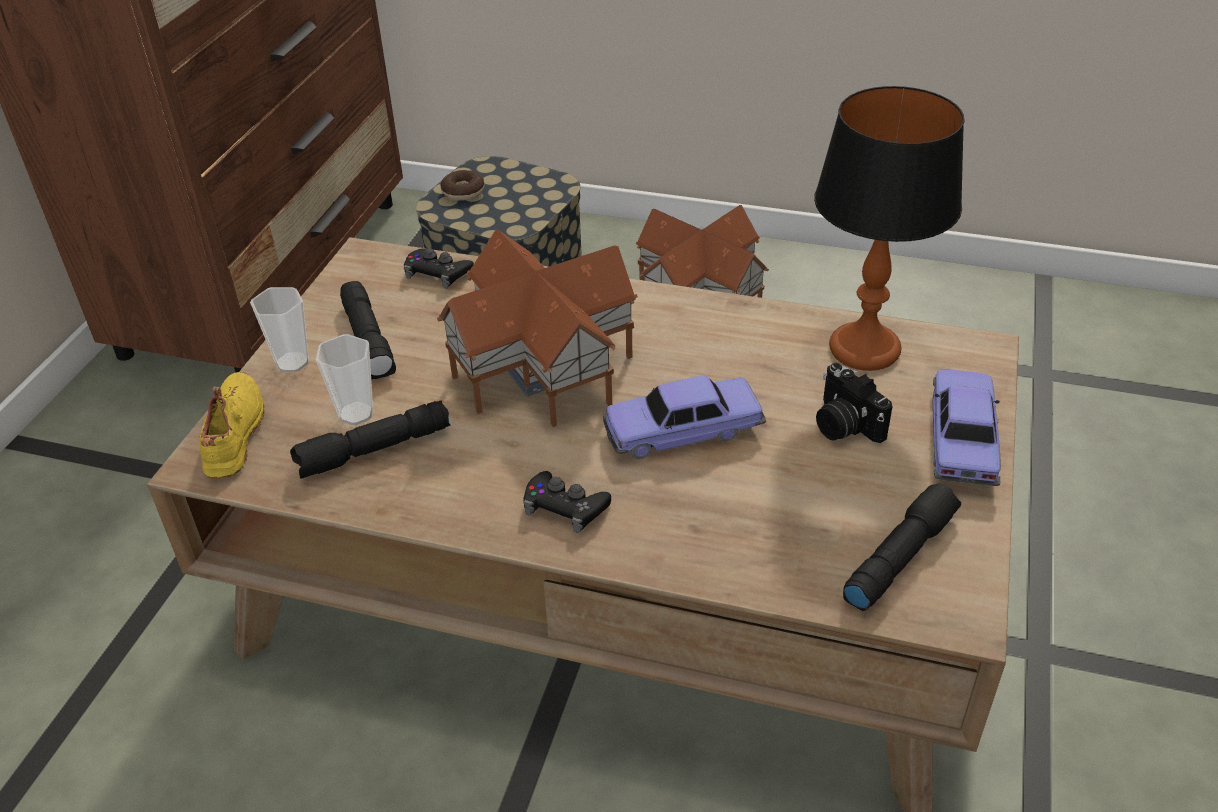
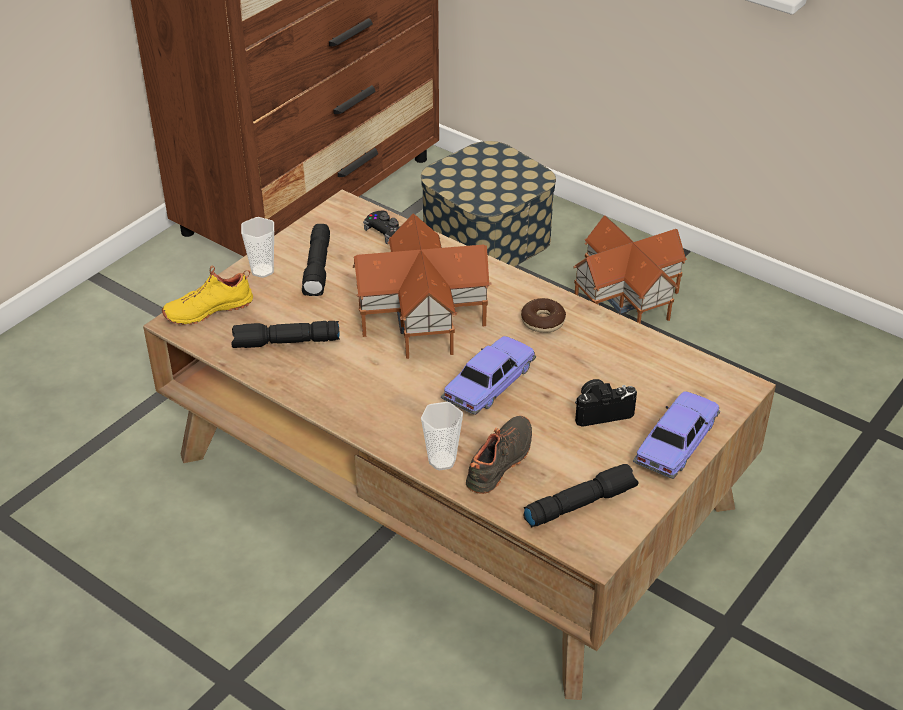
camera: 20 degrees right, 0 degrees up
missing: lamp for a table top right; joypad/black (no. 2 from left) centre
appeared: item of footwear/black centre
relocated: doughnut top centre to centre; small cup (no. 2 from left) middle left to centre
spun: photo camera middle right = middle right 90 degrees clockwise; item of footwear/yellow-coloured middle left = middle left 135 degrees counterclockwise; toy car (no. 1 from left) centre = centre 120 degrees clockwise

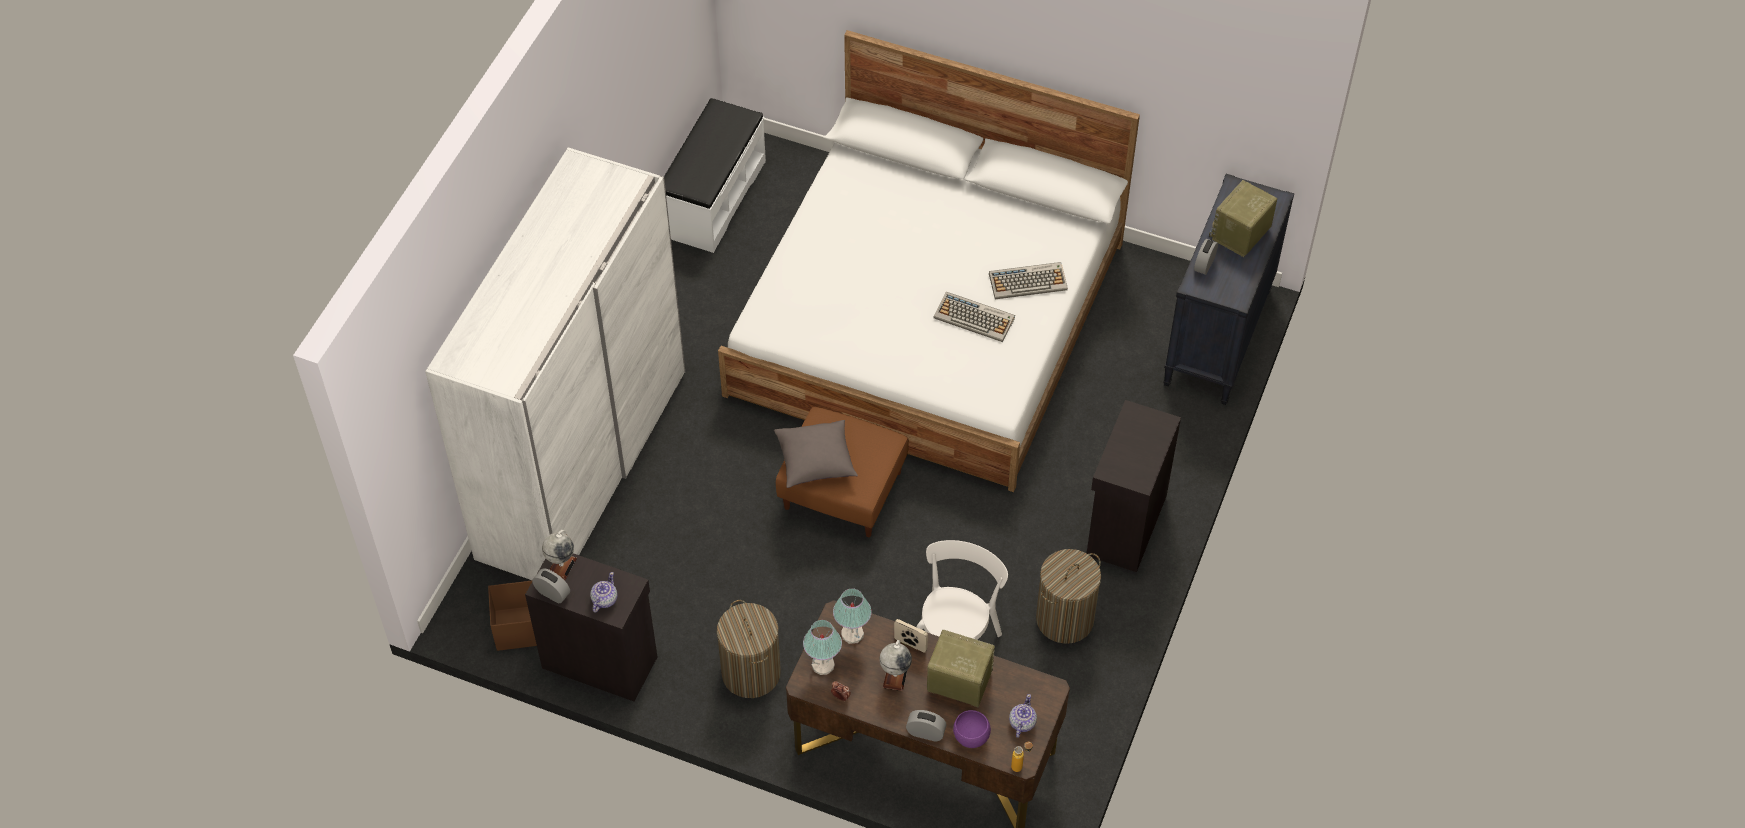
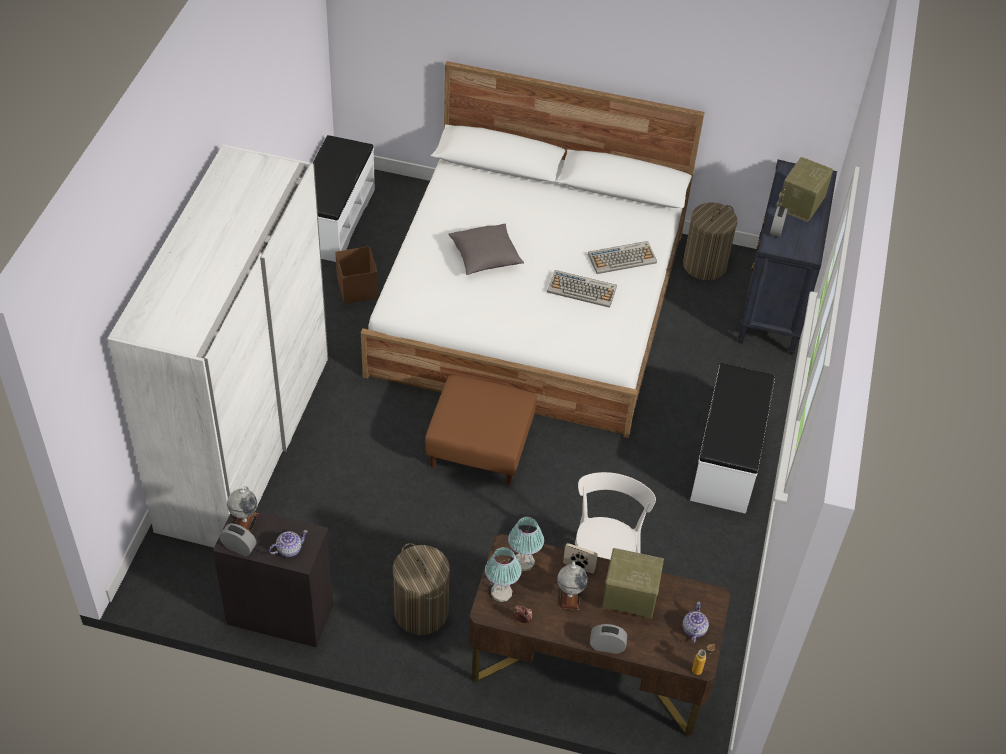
camera: 10 degrees left, 5 degrees down
missing: bowl/purplish bottom centre
relocated: throw pillow/grey centre to top centre; laundry basket (no. 2 from left) bottom centre to top right; storage bin/brown bottom left to centre
exchanged: cabinet/black (no. 2 from left) centre to indoor bench/white (no. 2 from left) middle right
spun: pot for tea (no. 1 from left) bottom centre = bottom left 45 degrees clockwise

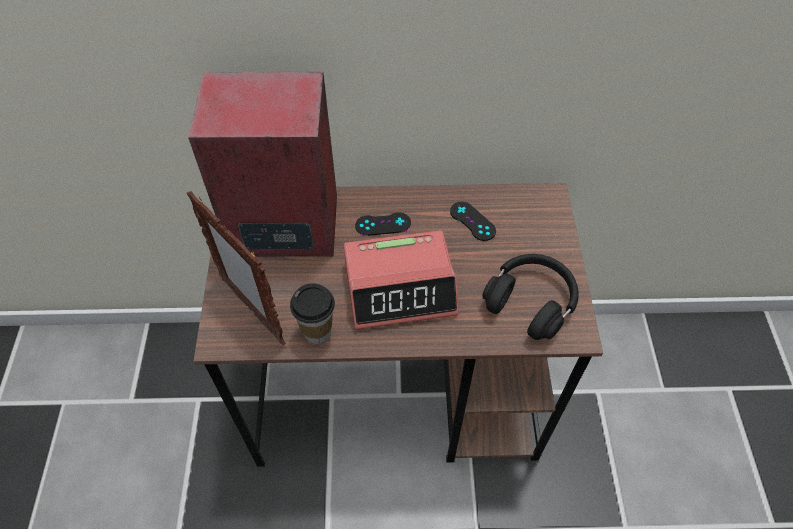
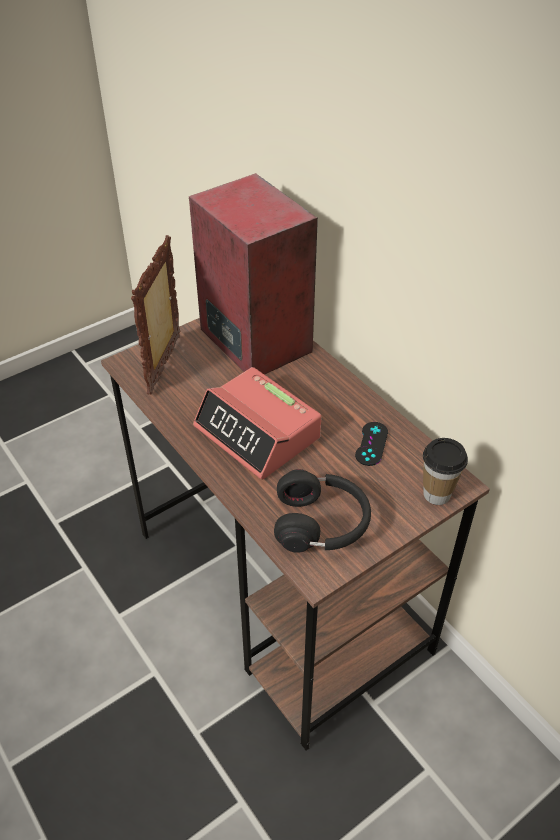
camera: 55 degrees right, 10 degrees down
missing: joypad/black (no. 1 from left) centre
relocated: small cup centre to middle right

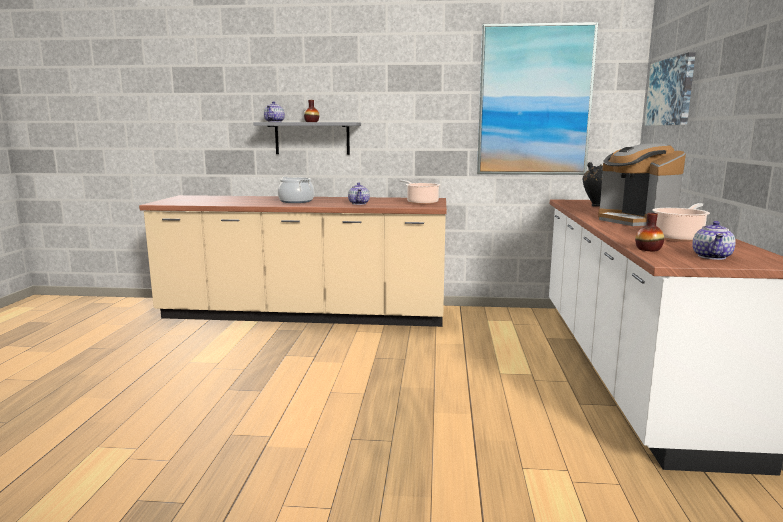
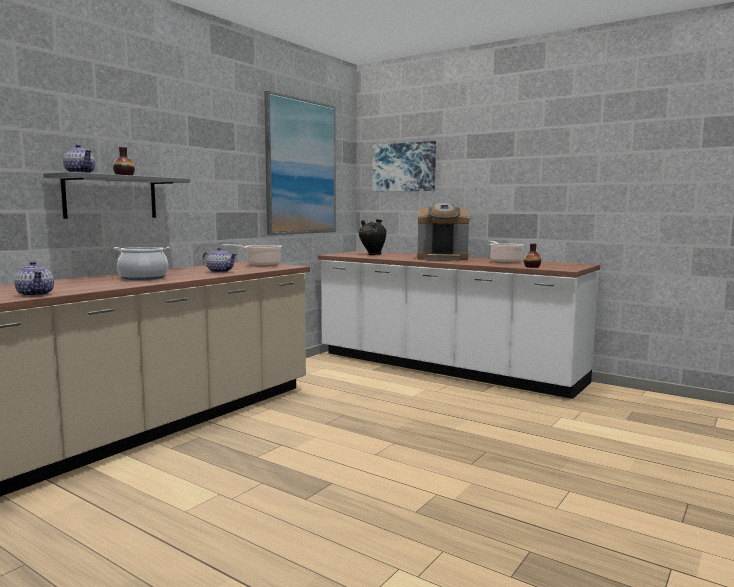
camera: 60 degrees left, 5 degrees down
relocated: pot for tea (no. 3 from left in the first image) middle right to pot for tea (no. 1 from left) middle left

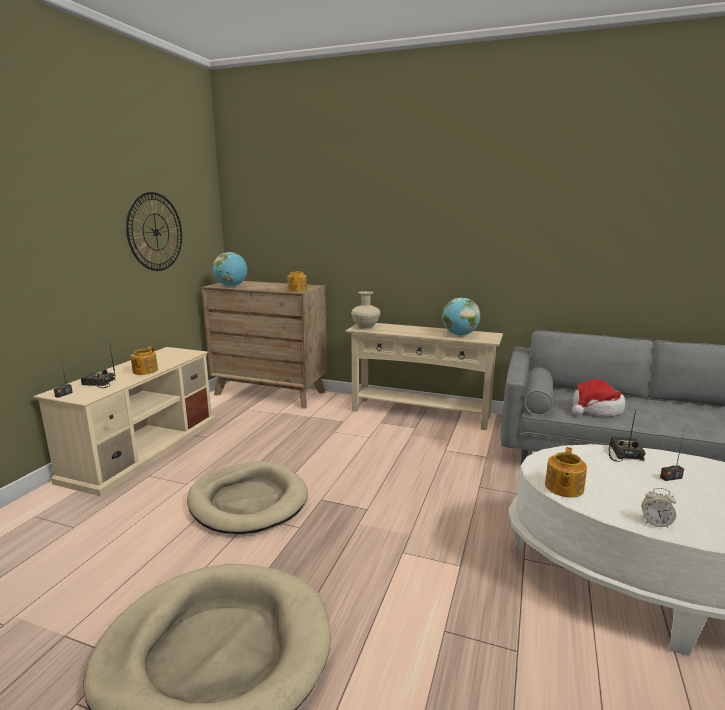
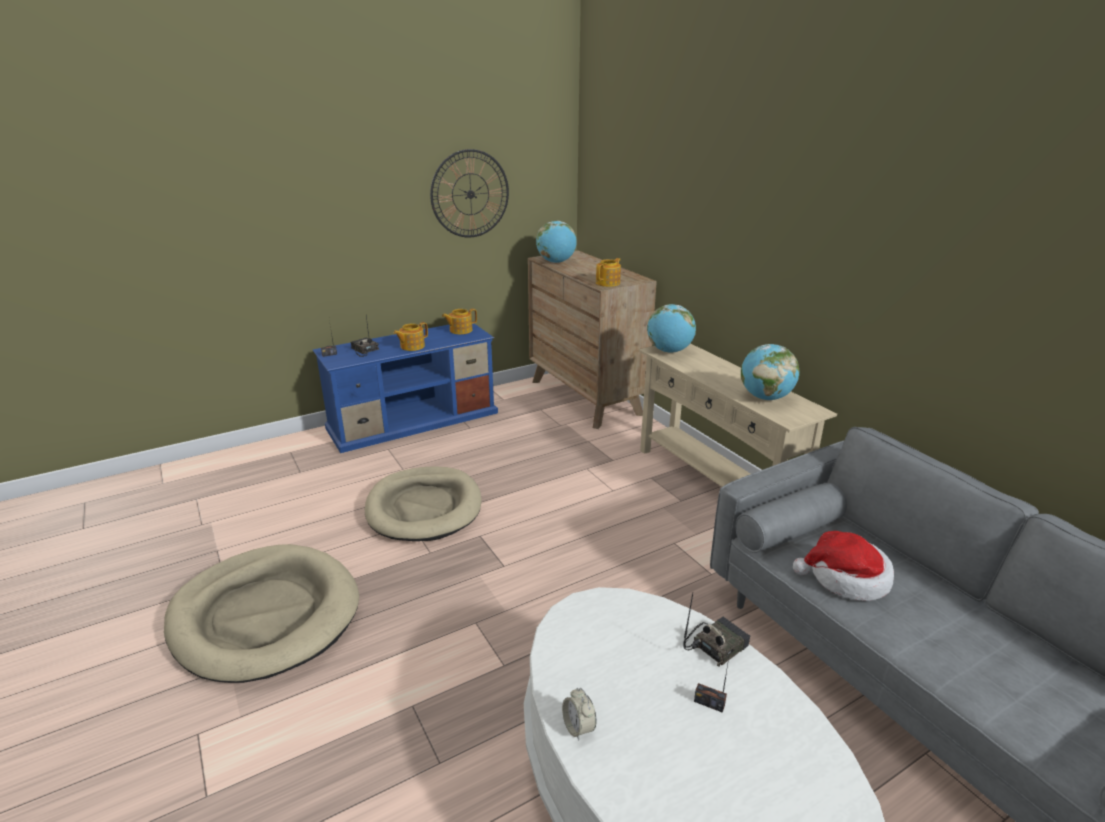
camera: 40 degrees right, 10 degrees up
relocated: pot for tea (no. 3 from left in the first image) middle right to pot for tea (no. 2 from left) centre
exchanged: vase/beige-coloured centre to desk globe (no. 2 from left) centre
colour: tv stand/beige-coloured middle left to tv stand/bluish centre

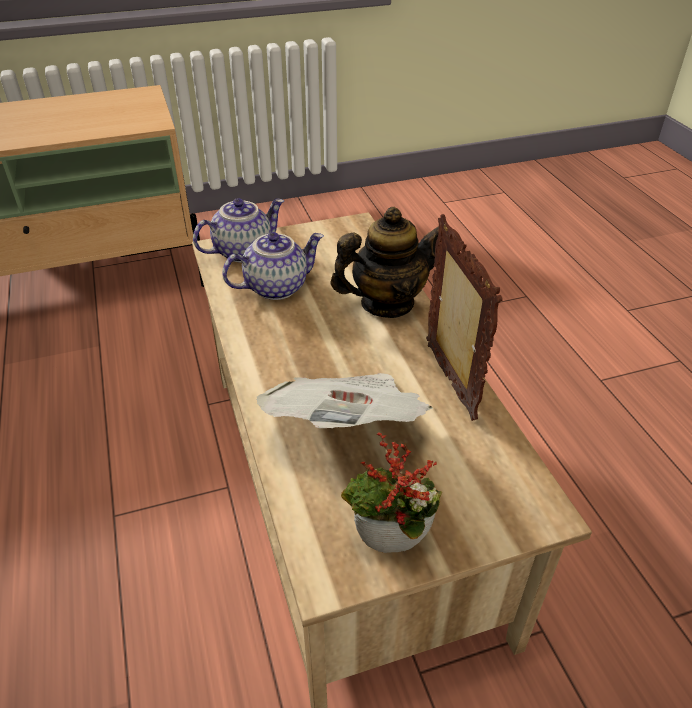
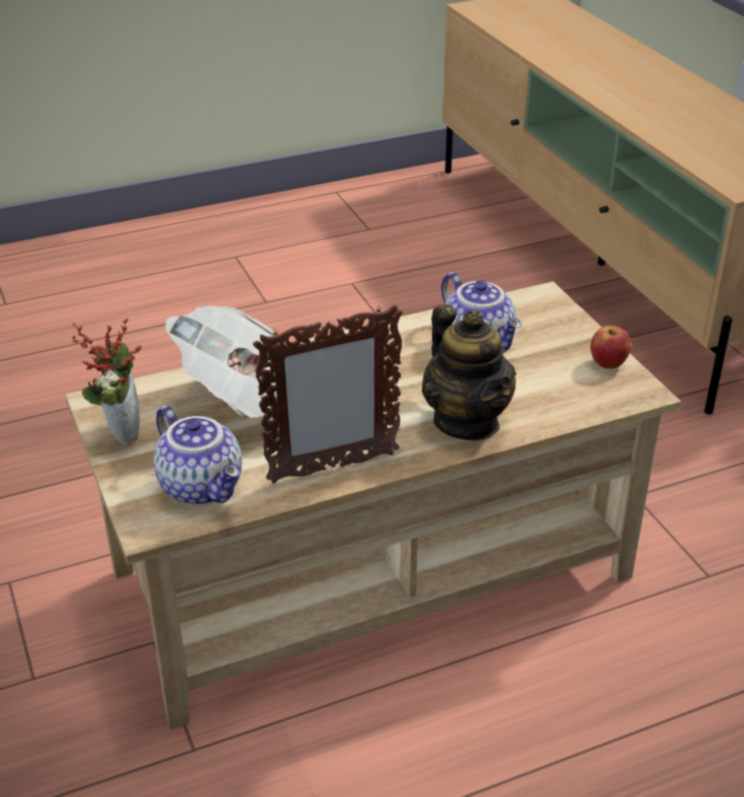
camera: 85 degrees right, 5 degrees down
appeared: apple fruit middle right
relocated: pot for tea (no. 1 from left) top centre to middle left

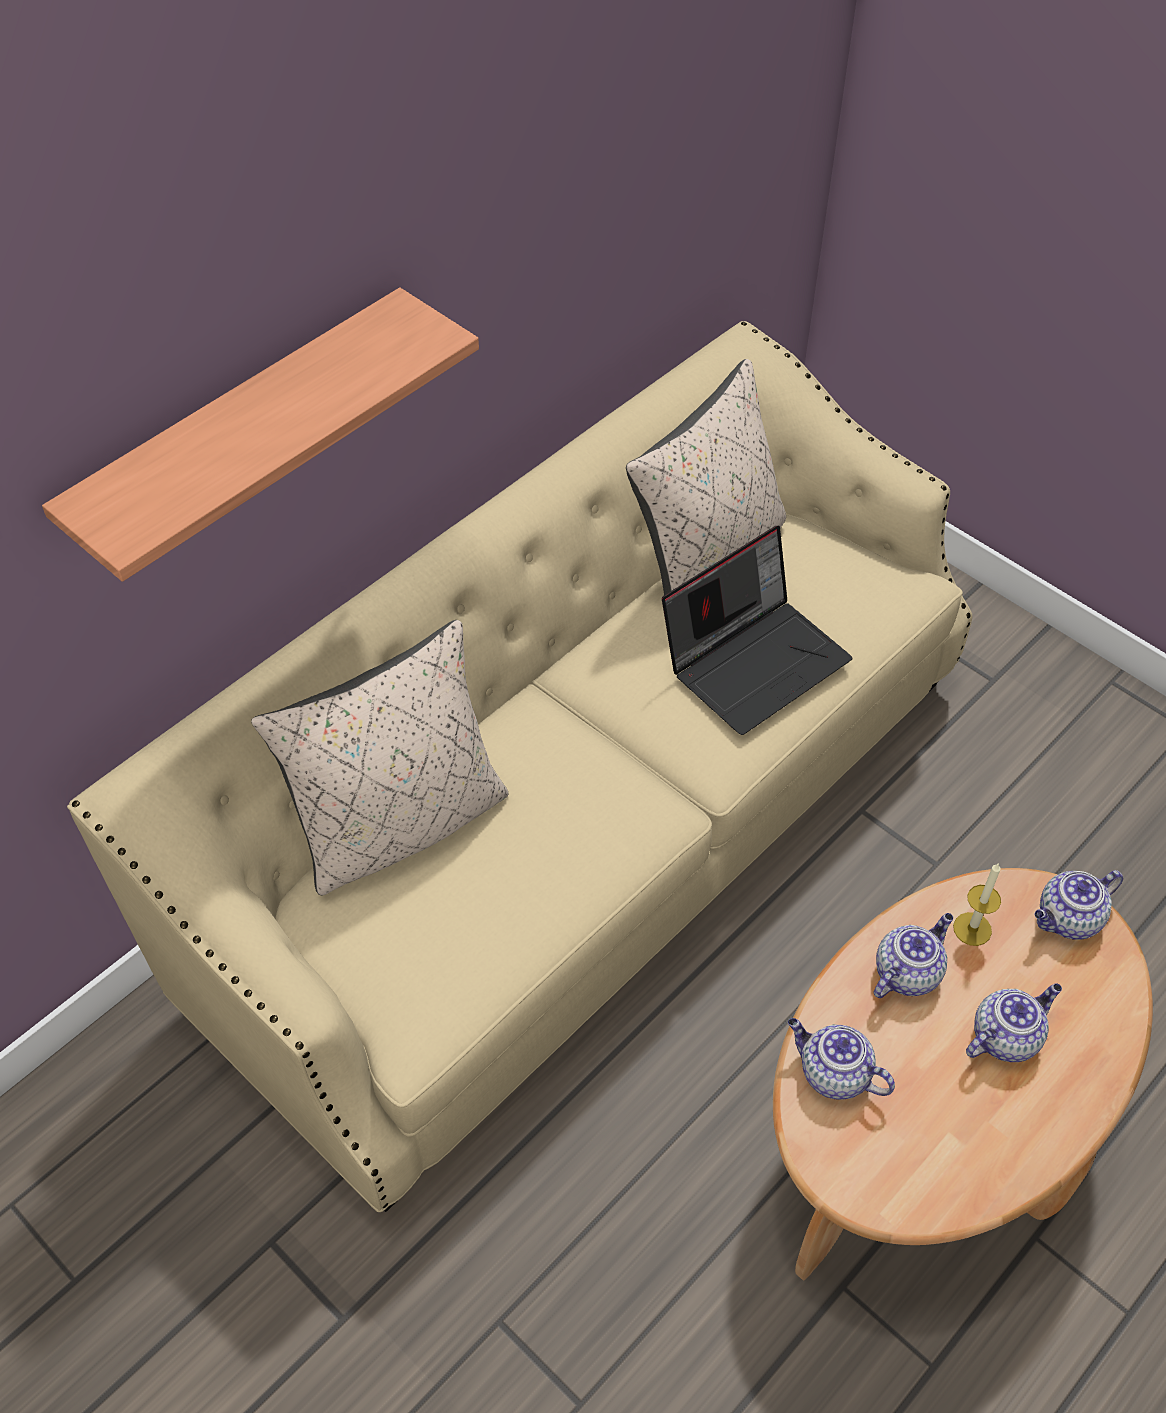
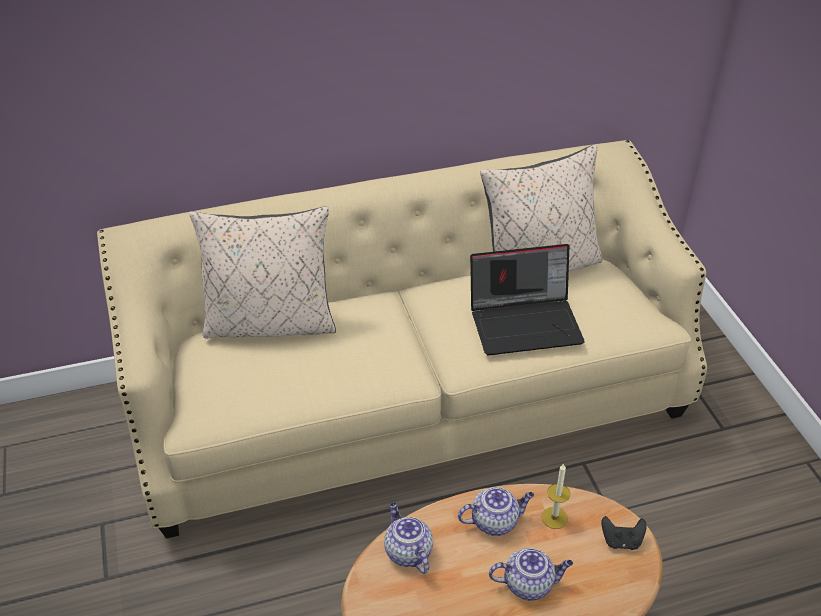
camera: 30 degrees right, 10 degrees down
missing: wall shelf top left
exchanged: pot for tea (no. 4 from left) middle right to joypad/black bottom right

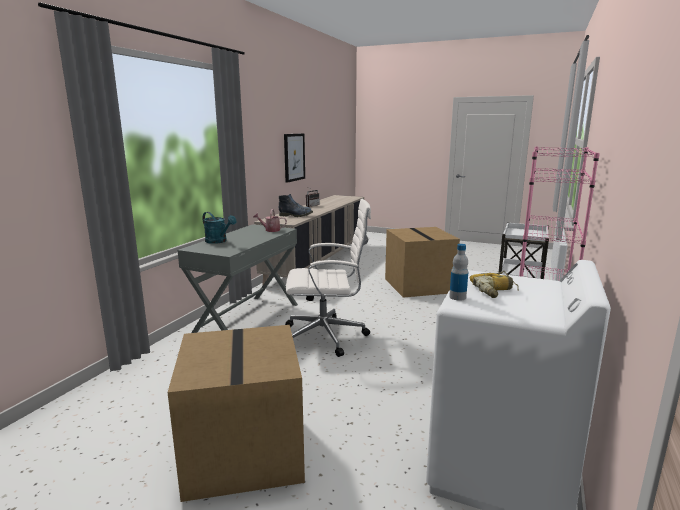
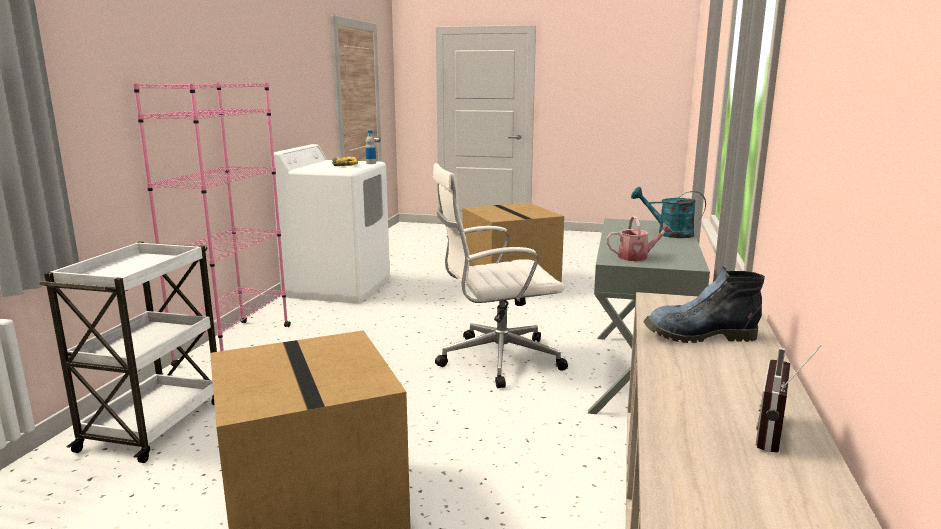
camera: 170 degrees right, 0 degrees up
missing: picture top centre

